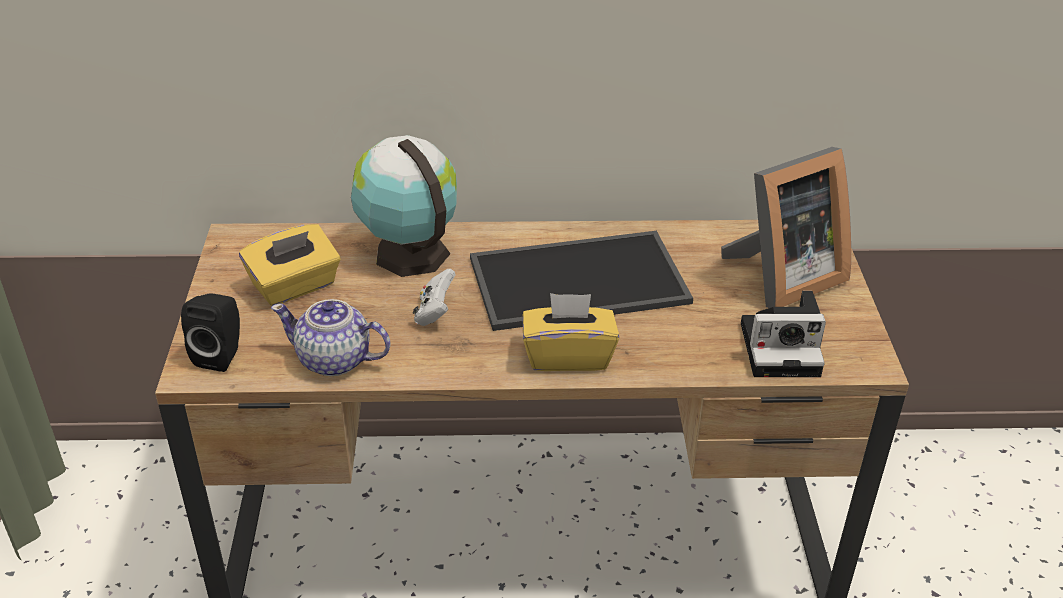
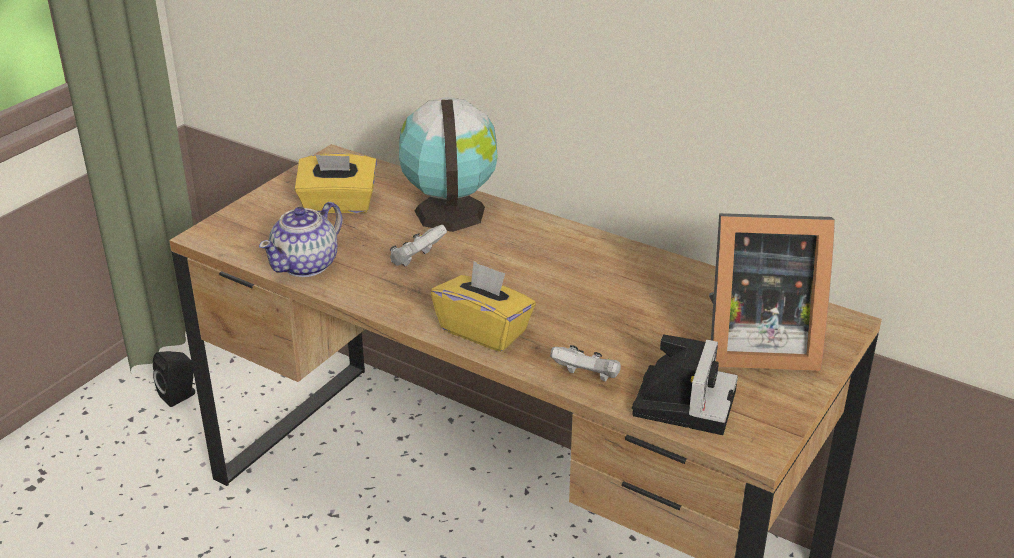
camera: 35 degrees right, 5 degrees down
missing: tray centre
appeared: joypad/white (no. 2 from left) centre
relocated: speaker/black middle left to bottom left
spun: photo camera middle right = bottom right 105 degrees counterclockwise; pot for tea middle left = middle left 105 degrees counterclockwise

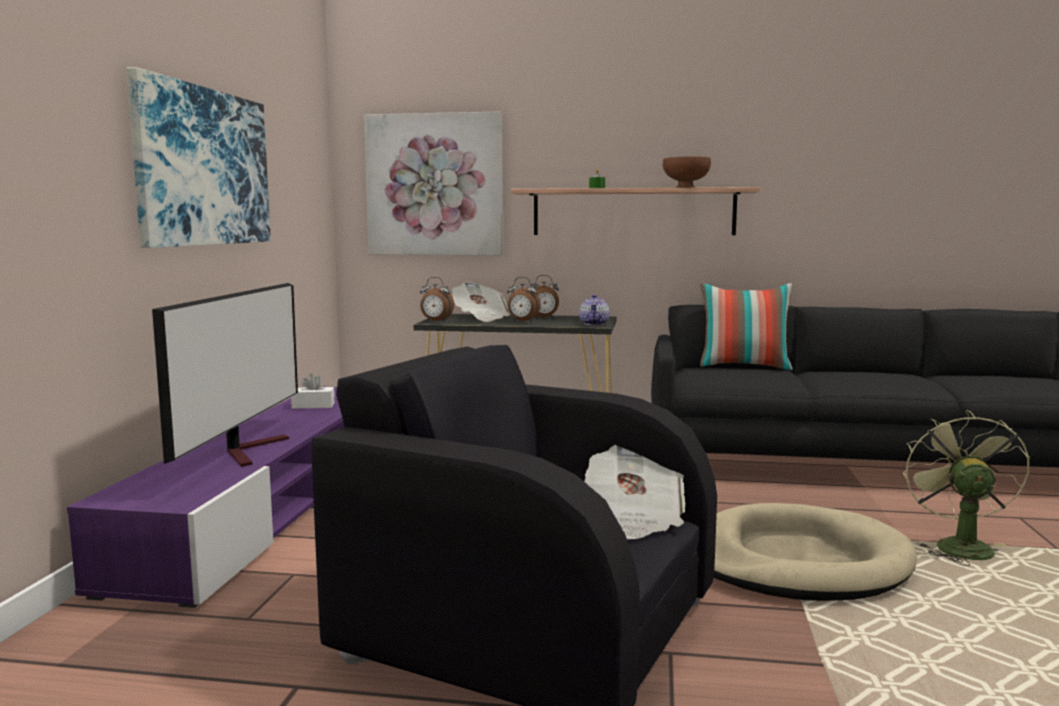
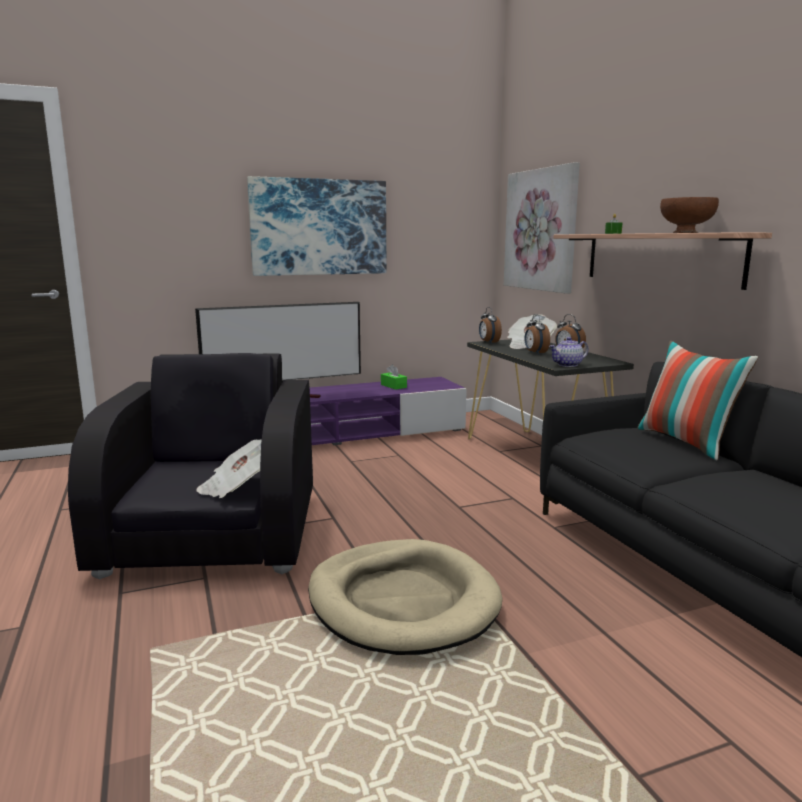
camera: 60 degrees right, 5 degrees up
missing: electric fan/green bottom right
colour: tissue holder/white middle left to tissue holder/green centre

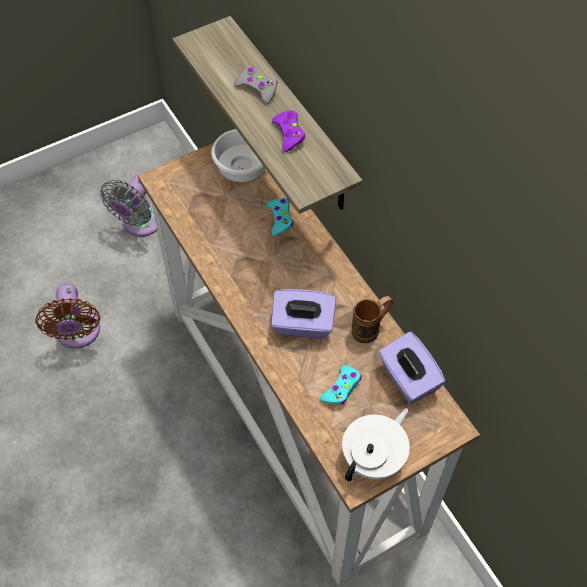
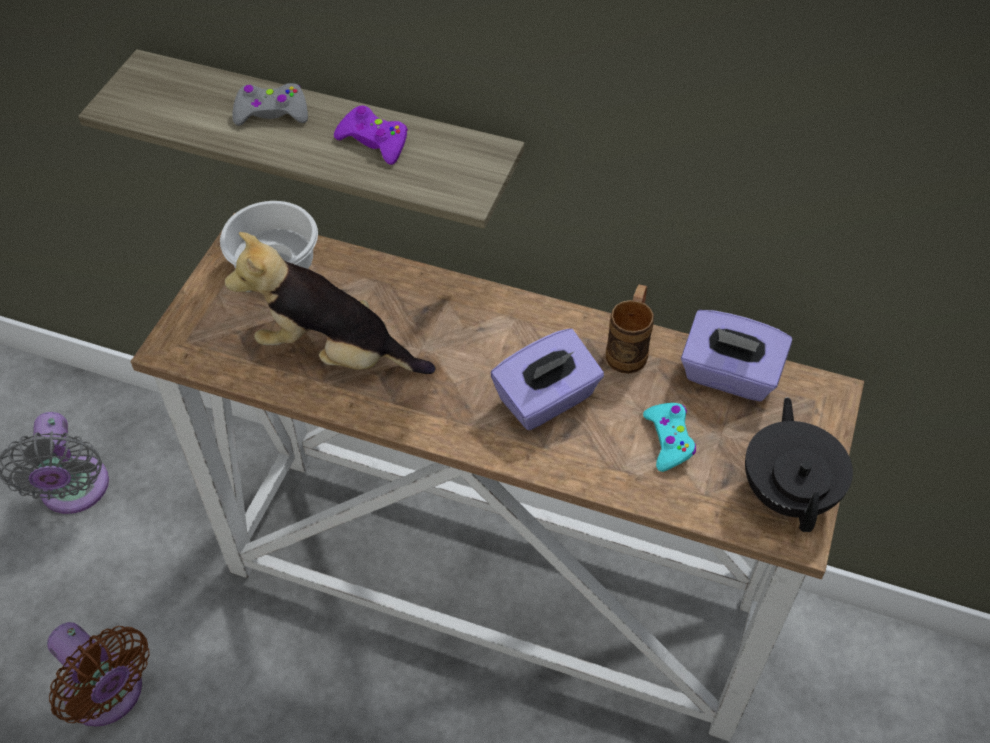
camera: 40 degrees left, 5 degrees down
missing: joypad/turquoise-coloured (no. 1 from left) centre
appeared: soft toy middle left
colour: pot for tea/white bottom centre to pot for tea/black middle right

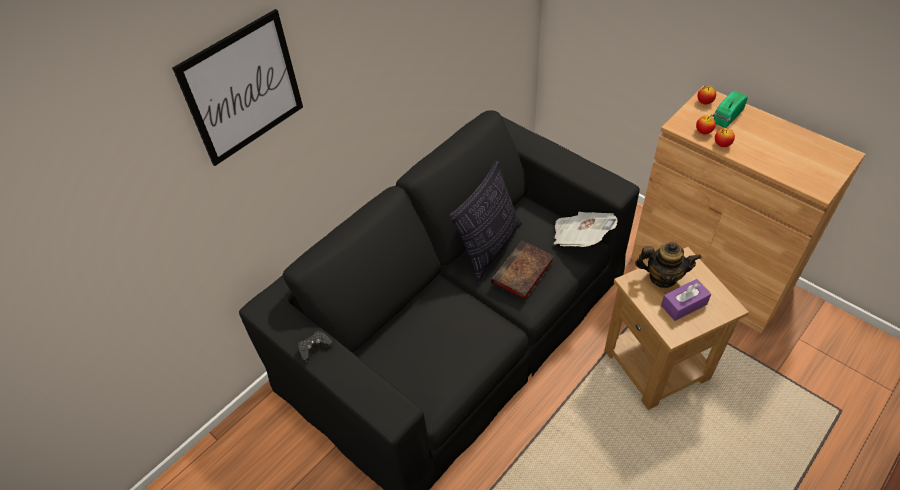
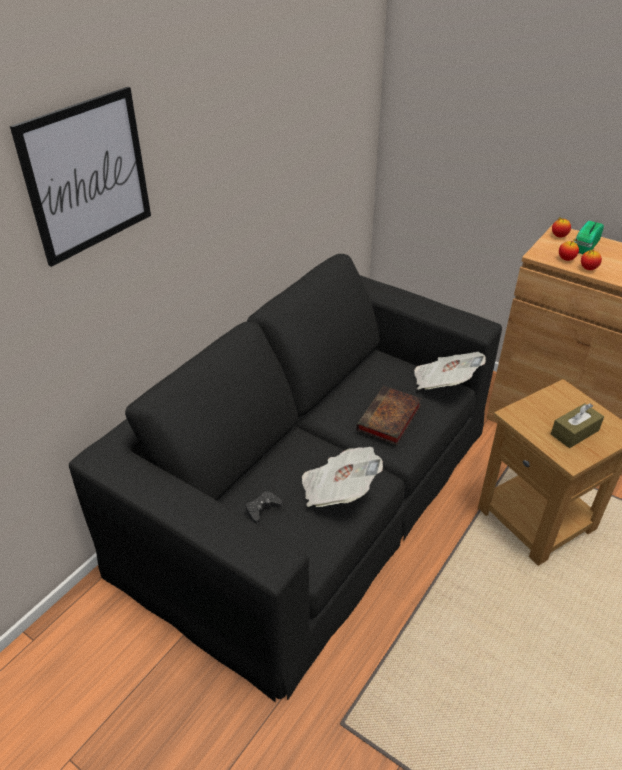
camera: 10 degrees left, 10 degrees down
missing: throw pillow centre; pot for tea middle right
appeared: newspaper (no. 1 from left) centre
relocated: joypad/black bottom centre to centre
colour: tissue holder/purplish middle right to tissue holder/brown middle right

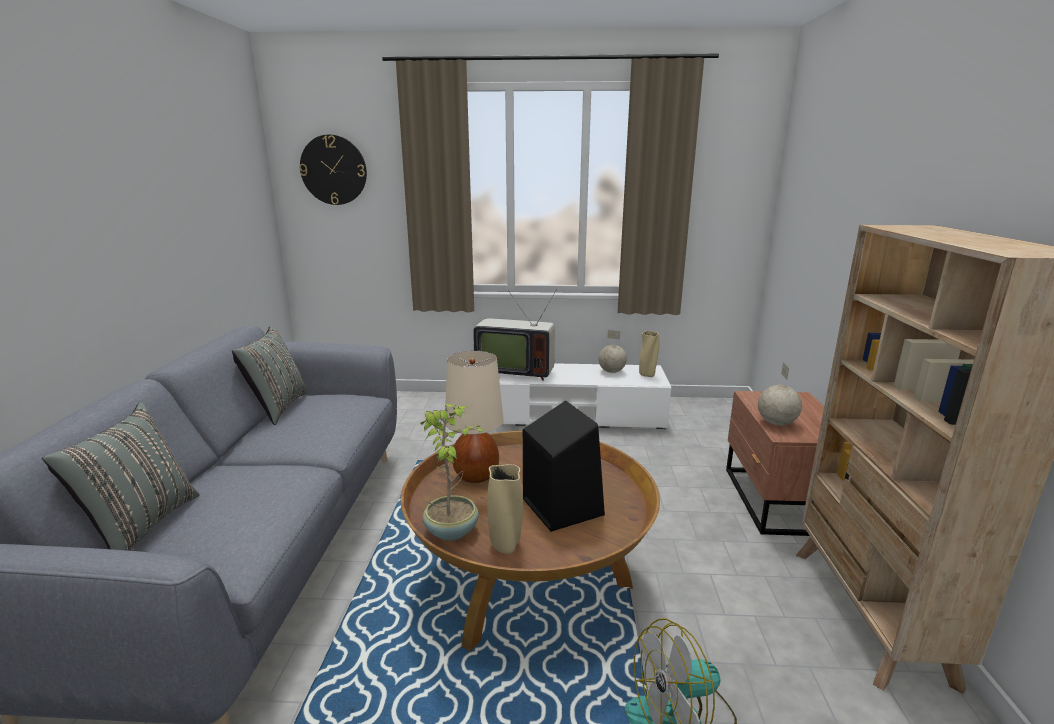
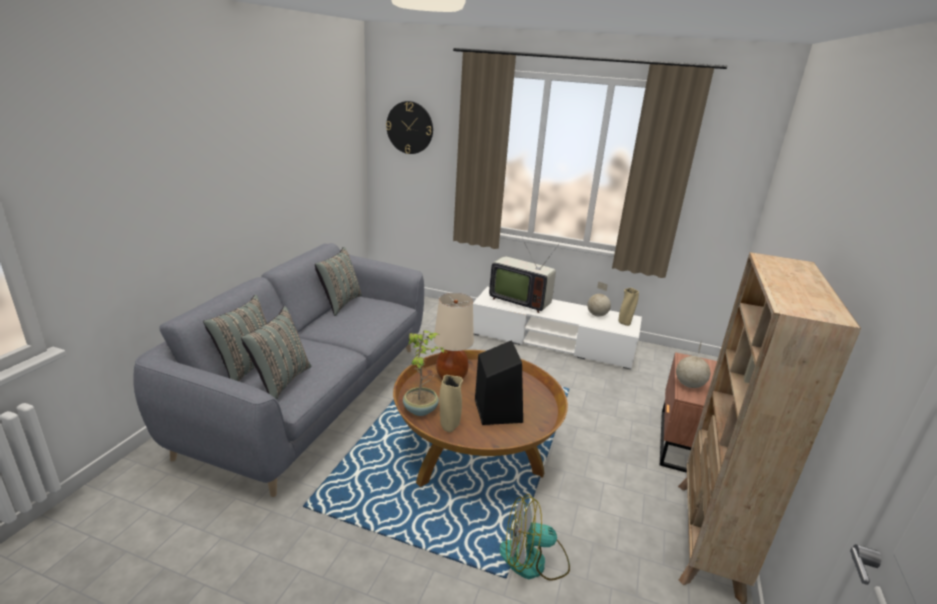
camera: 15 degrees right, 5 degrees up
appeared: throw pillow/grey (no. 2 from left) middle left

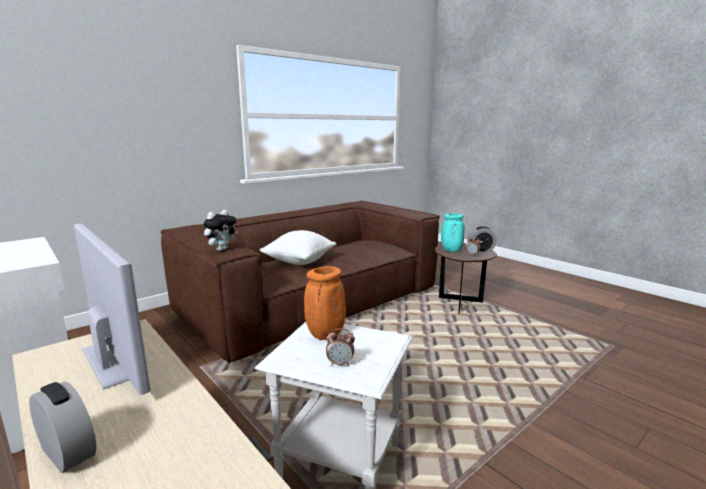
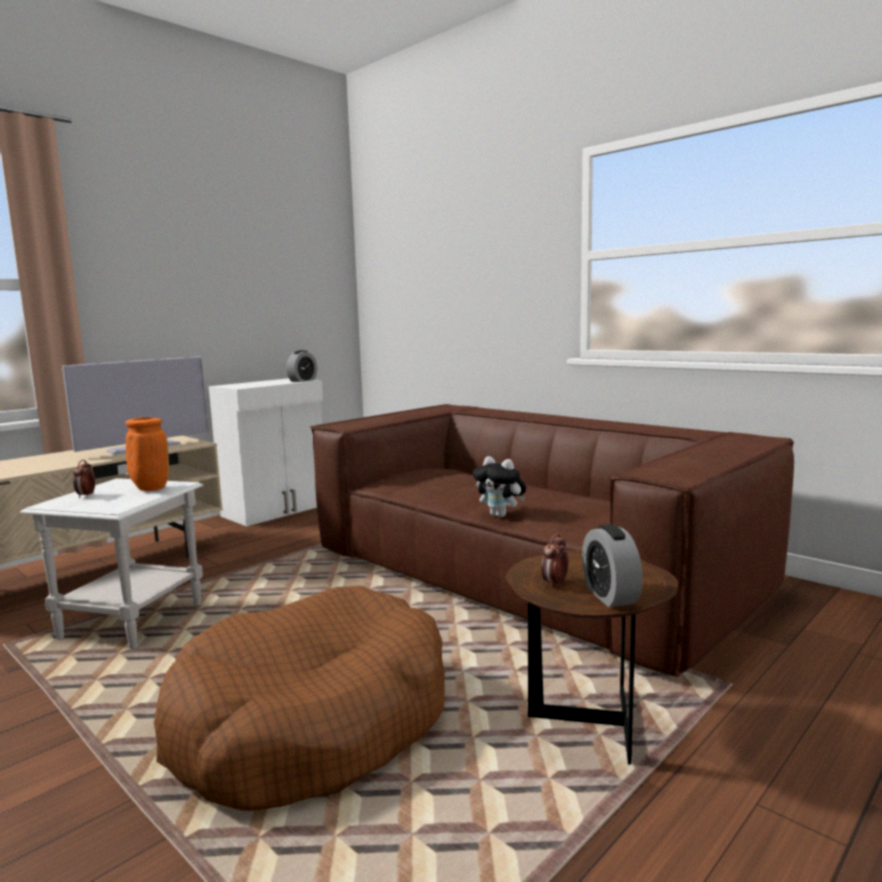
camera: 85 degrees right, 5 degrees down
missing: vase/turquoise-coloured centre; throw pillow/white centre
appeared: dog cushion/brown bottom centre
relocated: soft toy middle left to centre; table clock (no. 1 from left in the first image) bottom left to table clock (no. 2 from left) centre

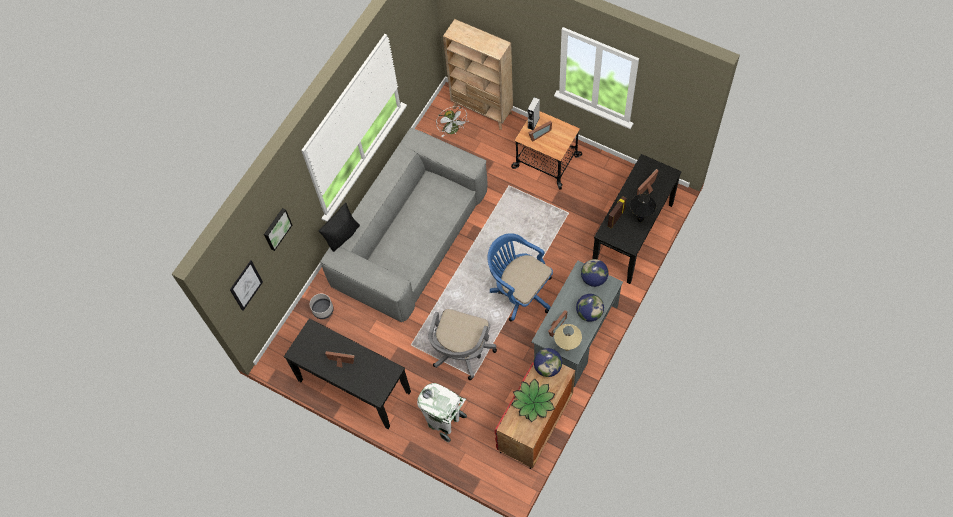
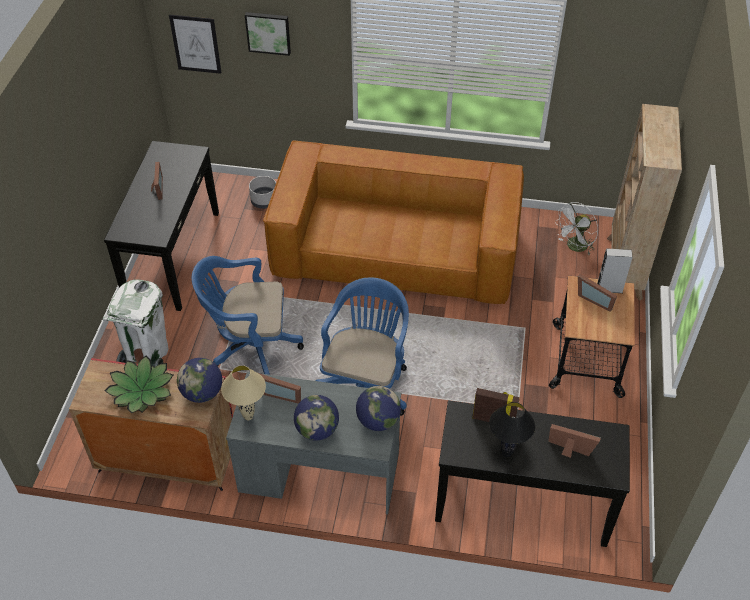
camera: 65 degrees right, 15 degrees down
missing: throw pillow/black centre
colour: couch/grey centre to couch/brown centre; computer chair/grey centre to computer chair/bluish (no. 1 from left) middle left

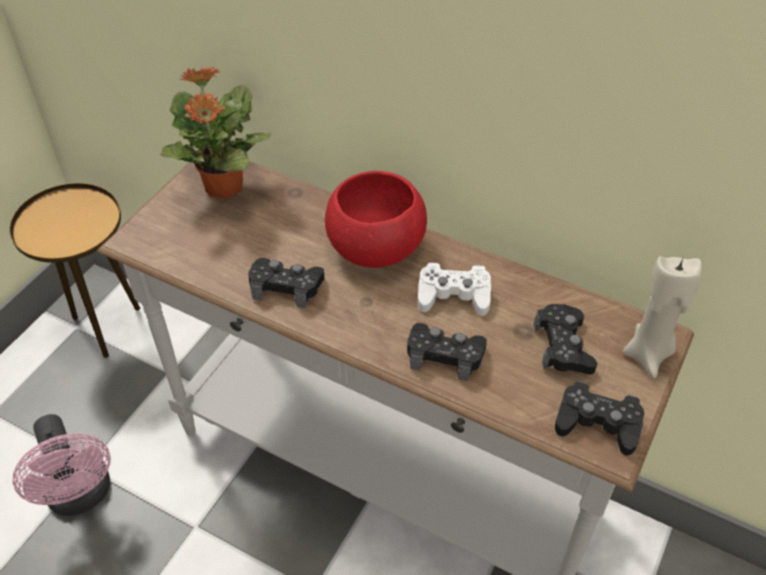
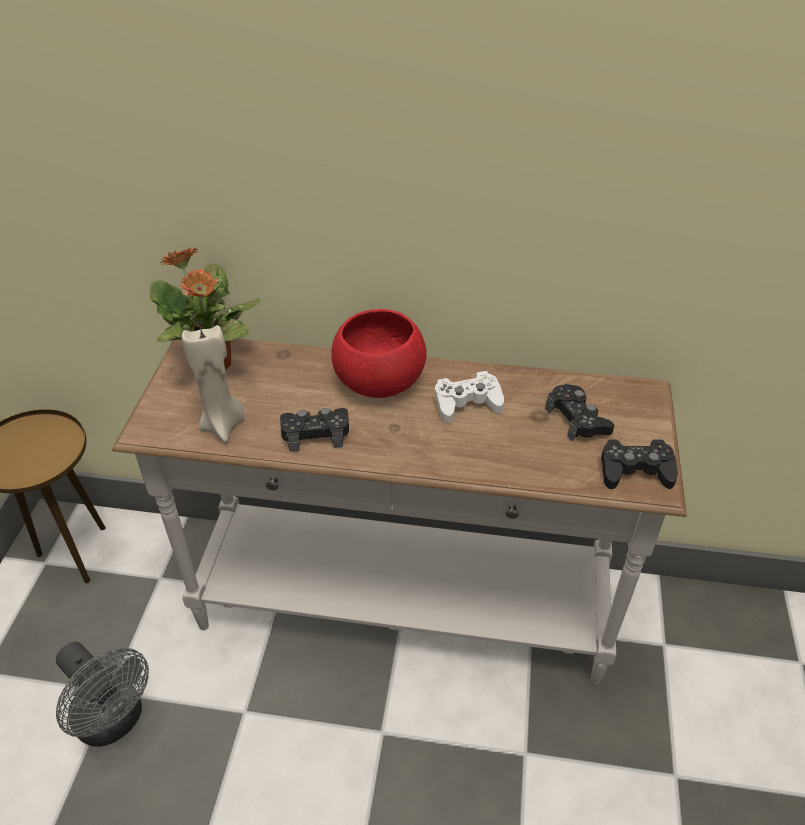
camera: 20 degrees left, 5 degrees down
missing: joypad/black (no. 2 from left) centre
relocated: wax light/beige-coloured middle right to middle left
colour: electric fan/pinkish bottom left to electric fan/grey bottom left

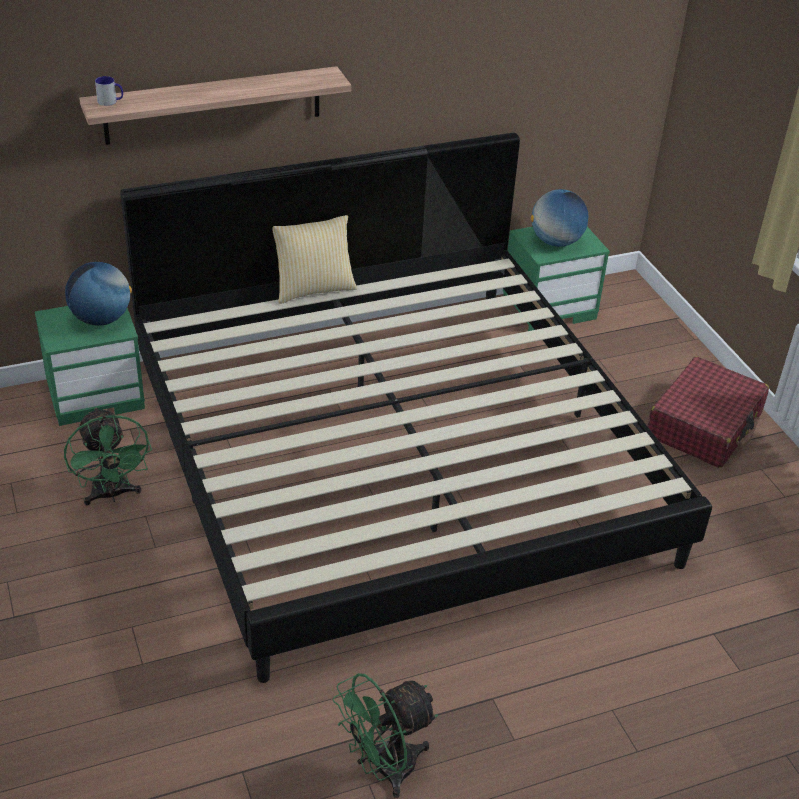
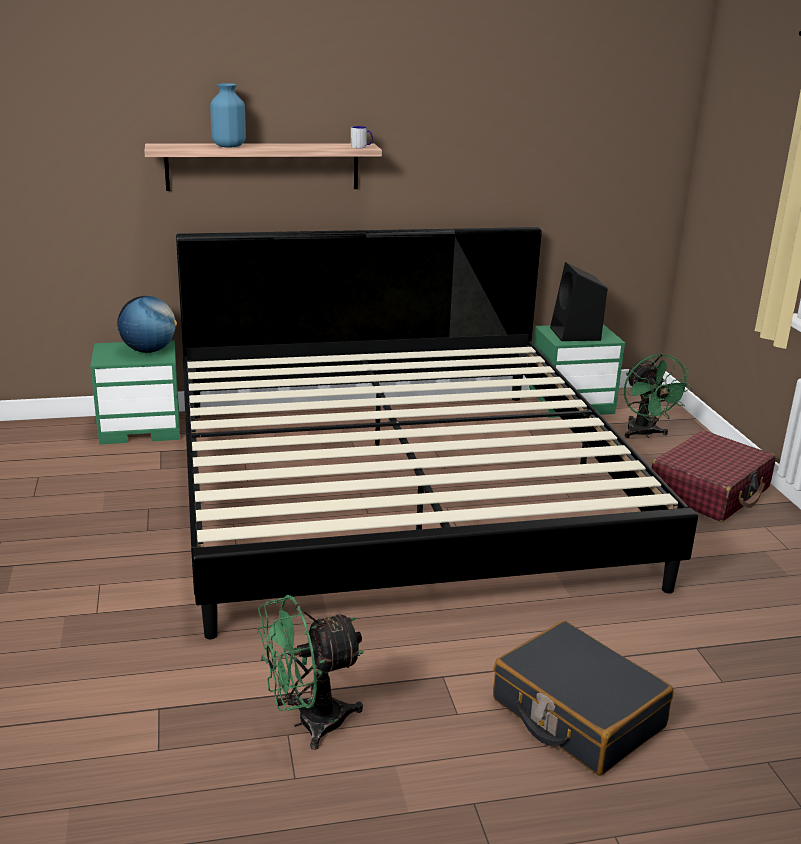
camera: 10 degrees right, 15 degrees down
missing: throw pillow top centre
appeared: vase/bluish top left; piece of luggage/black bottom right
relocated: mug top left to top centre; electric fan/green (no. 1 from left in the first image) middle left to electric fan/green (no. 2 from left) middle right
exchanged: desk globe (no. 2 from left) top right to speaker/black middle right

